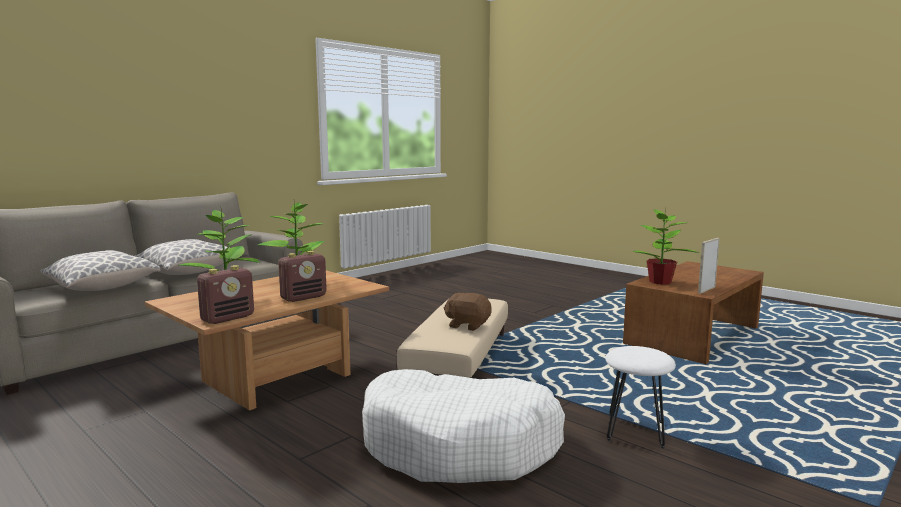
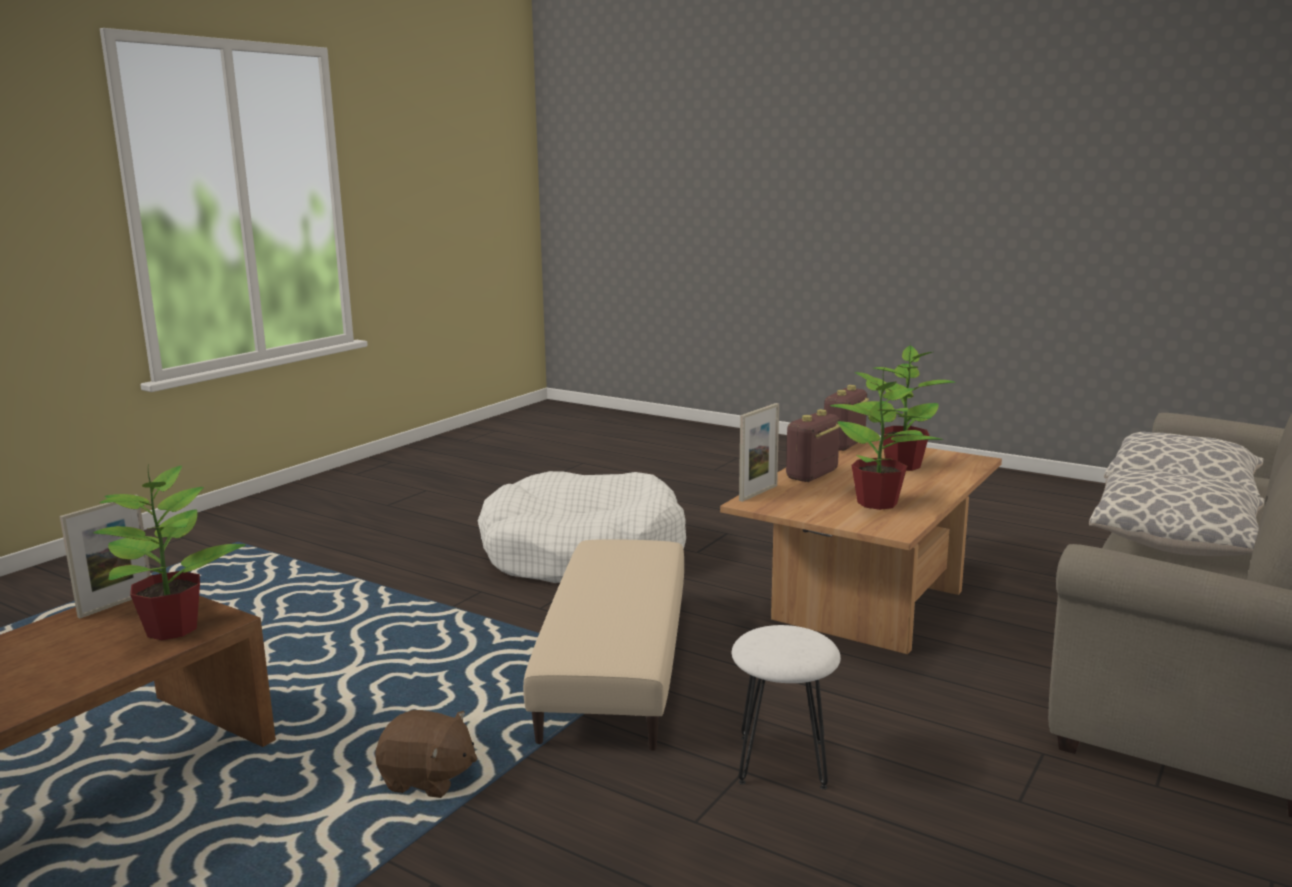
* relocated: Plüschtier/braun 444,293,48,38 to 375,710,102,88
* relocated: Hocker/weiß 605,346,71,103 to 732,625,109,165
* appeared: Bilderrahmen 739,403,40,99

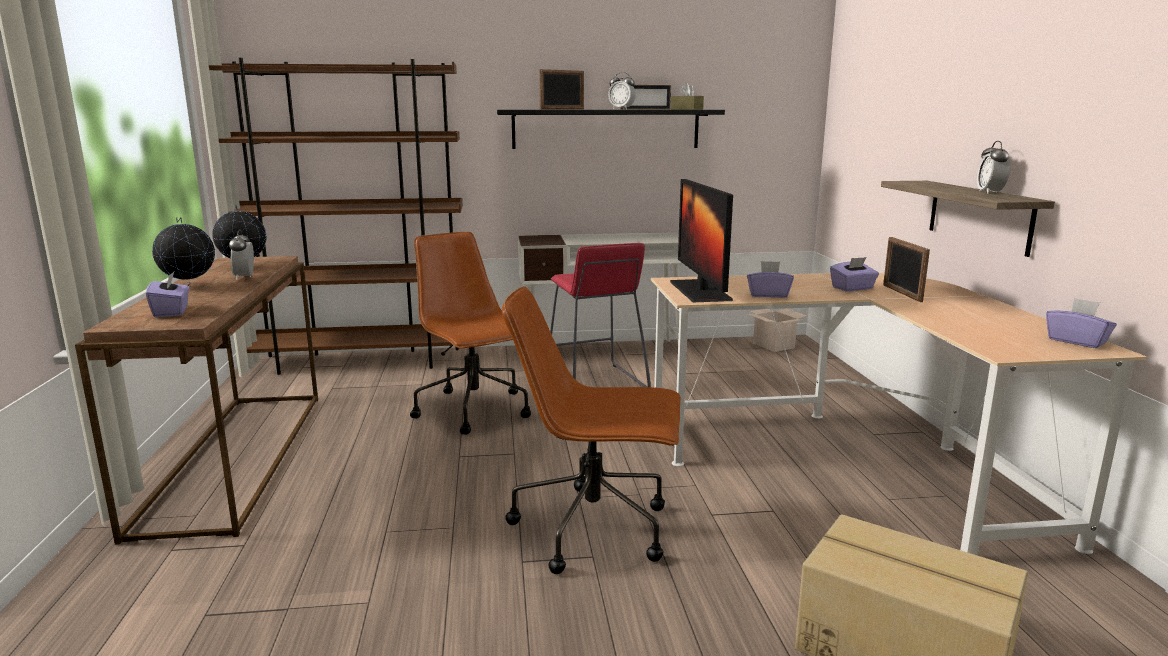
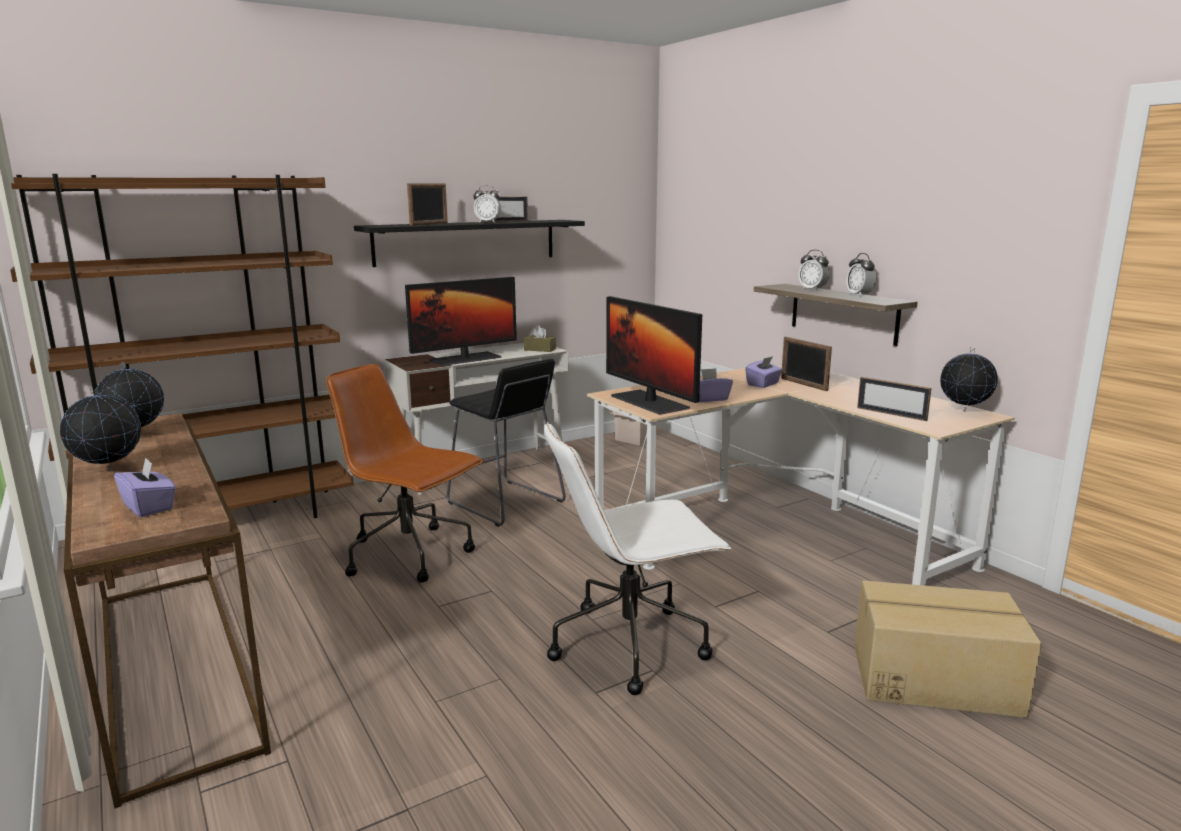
* relocated: Wecker 229,229,25,51 to 798,250,32,41
* colour: Bürostuhl/braun 502,286,179,288 to Bürostuhl/weiß 544,422,188,273
* colour: Hocker/rot 550,243,101,144 to Hocker/schwarz 447,359,119,168
* relocated: Taschentuchbox/braun 671,83,33,26 to 524,326,32,26
* exchanged: Taschentuchbox/lila 1046,298,71,50 to Globus 940,348,58,64
* appeared: Monitor 405,277,112,89
* appeared: Bilderrahmen 857,377,74,44

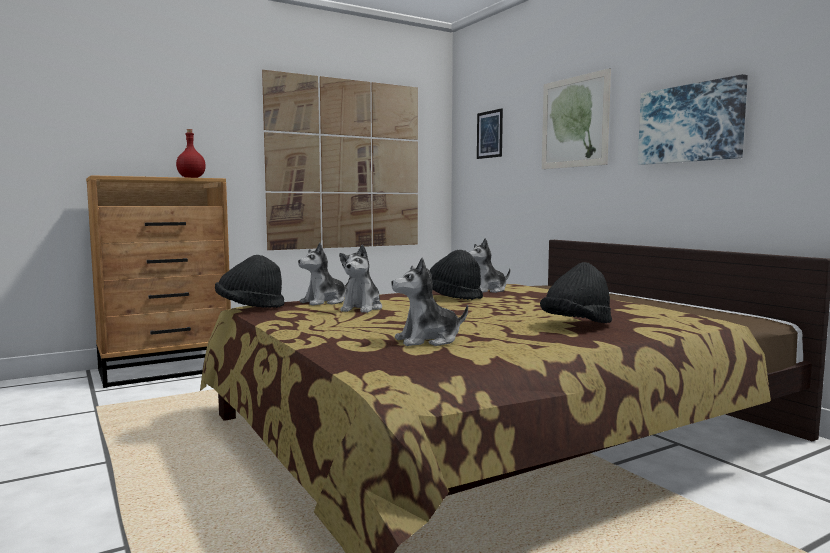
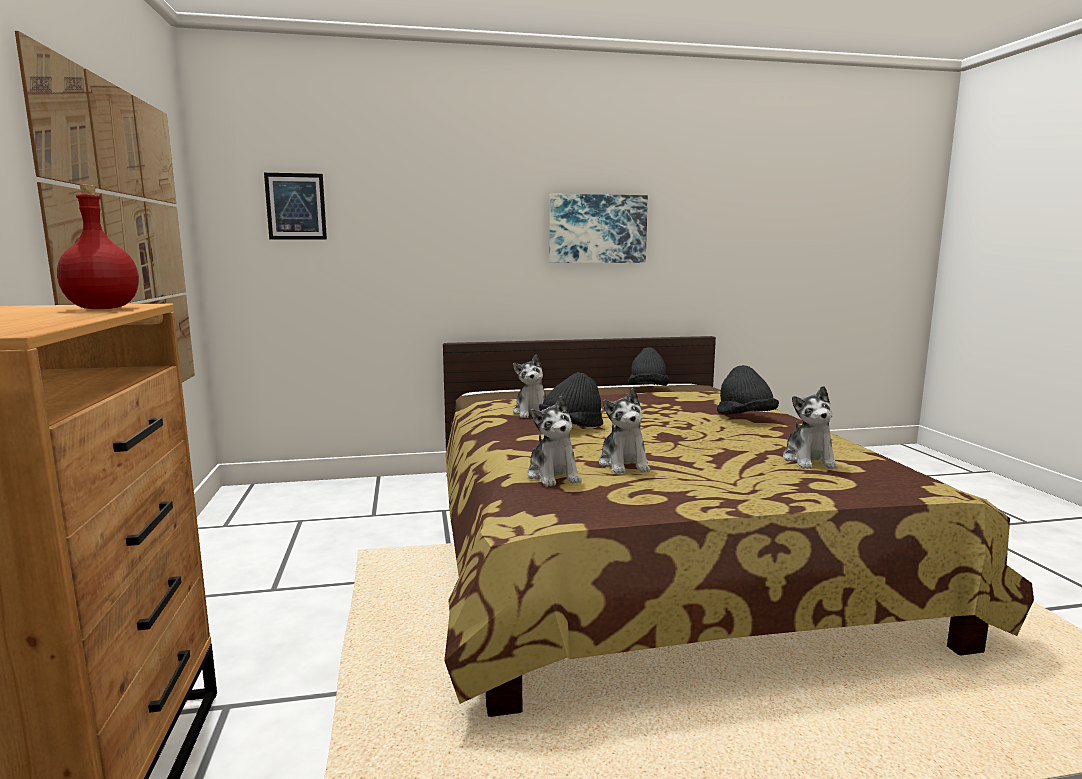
* relocated: Hut/schwarz 215,255,70,53 to 628,347,42,39
* spun: Plüschtier 339,245,43,68 = 599,388,51,86 45 degrees clockwise
* missing: Bild 542,68,69,101

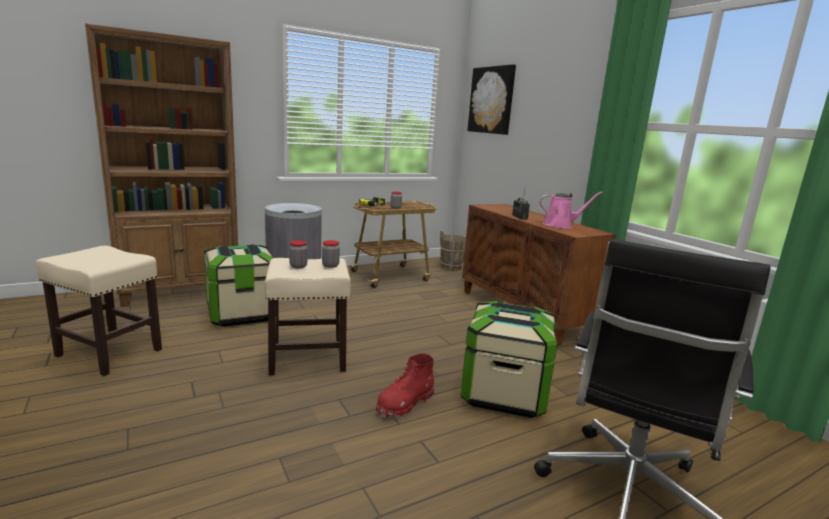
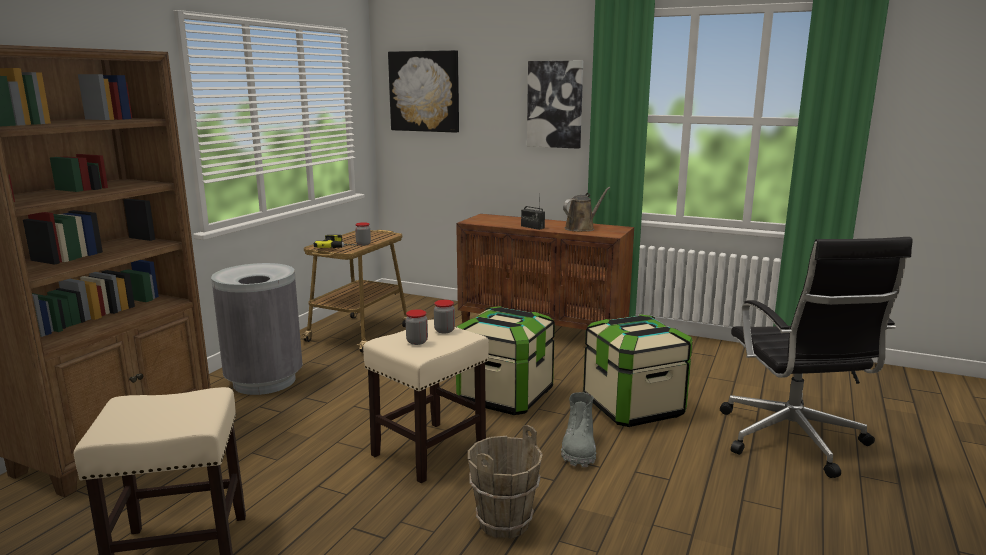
* relocated: Aufbewahrungsbox 204,244,69,83 to 456,306,99,109
* colour: Stiefel/rot 376,353,59,65 to Stiefel/grau 561,392,35,75
* relocated: Eimer/braun 440,231,26,39 to 468,425,75,114
* colour: Gießkanne/rosa 539,192,64,37 to Gießkanne/braun 563,187,47,45
* appeared: Bild 527,61,56,88

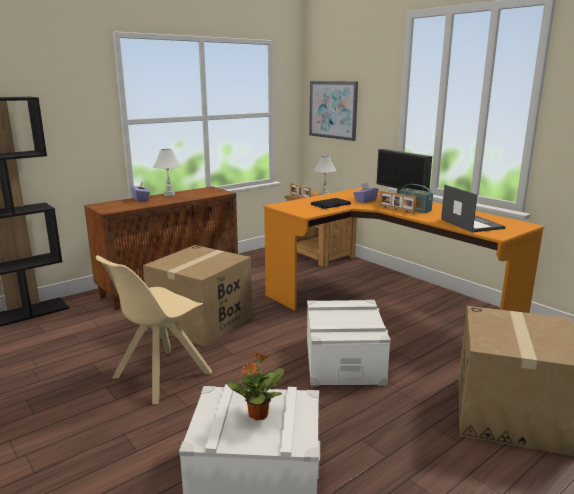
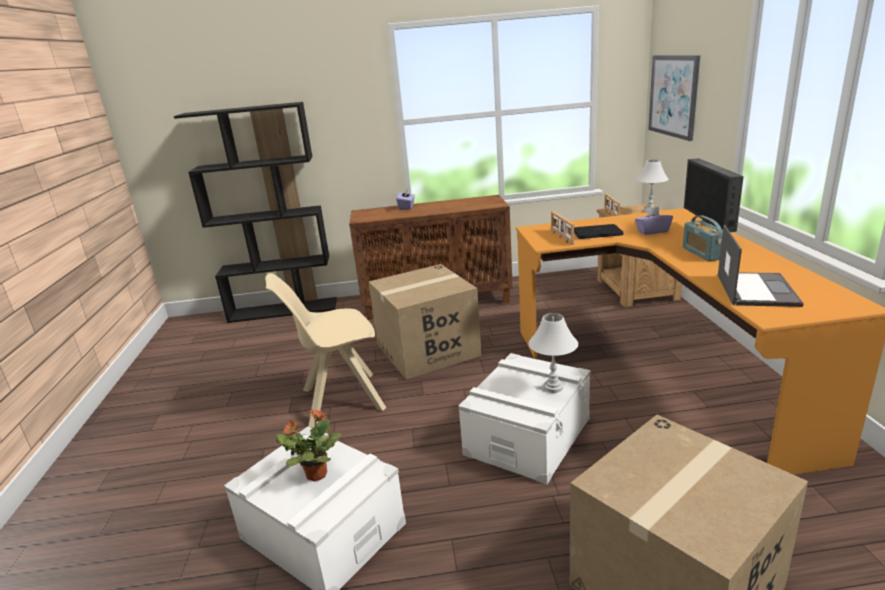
* relocated: Tischlampe/weiß 153,149,28,47 to 529,313,49,80
* relocated: Bilderrahmen 379,191,37,23 to 551,211,23,34

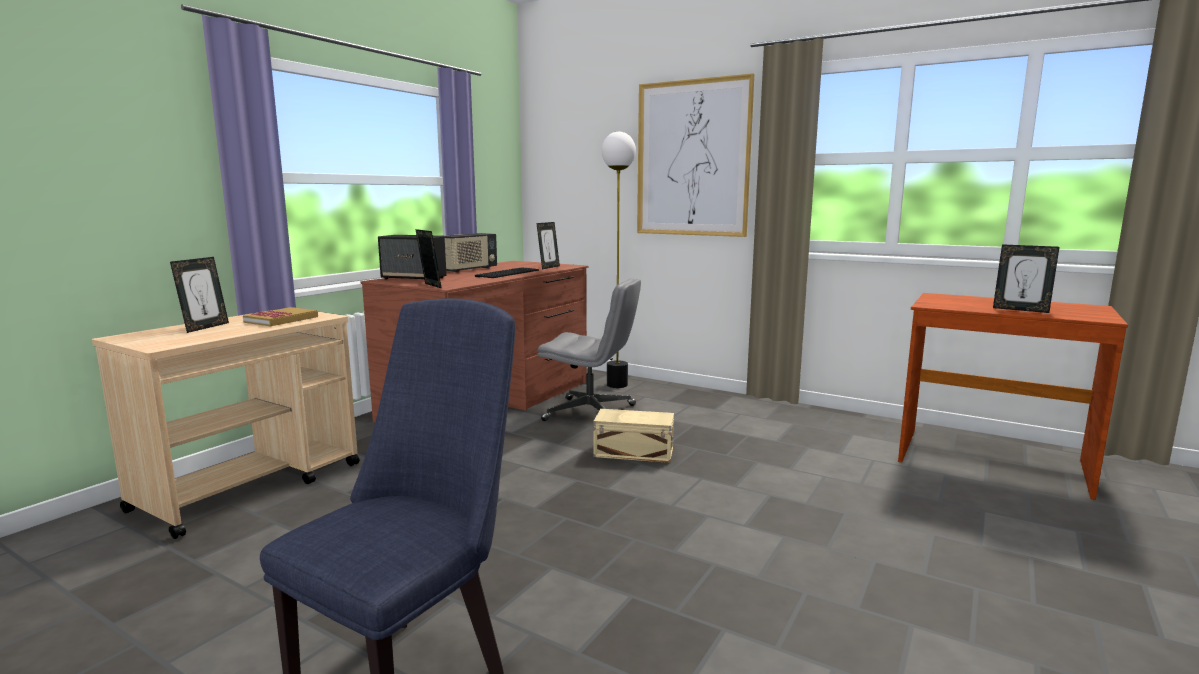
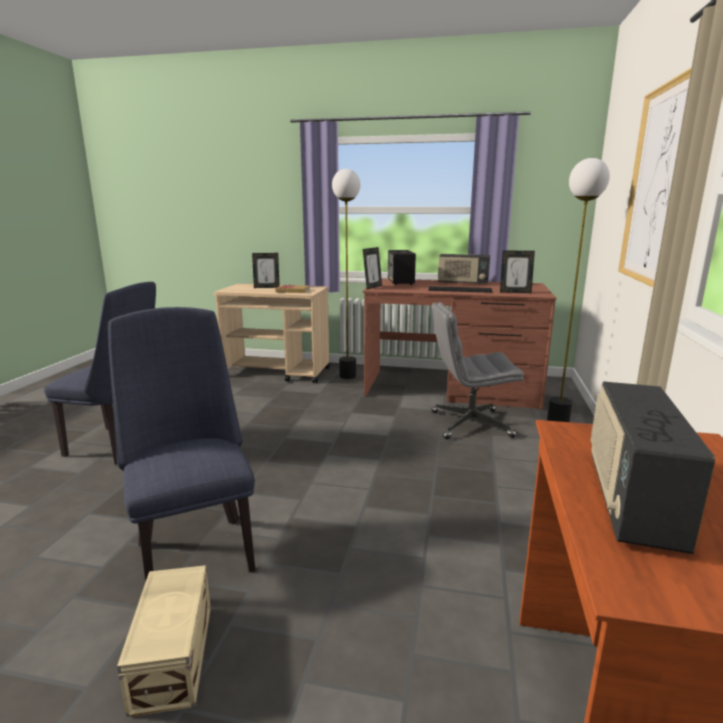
* spun: Bürostuhl/grau 537,278,104,143 = 432,302,92,137 90 degrees clockwise
* relocated: Aufbewahrungsbox/beige 594,409,80,54 to 117,565,94,152
* exchanged: Bilderrahmen 993,244,66,69 to Radio 590,381,125,173
* appeared: Stuhl/blau 108,307,147,275
* appeared: Stehlampe 332,169,28,210

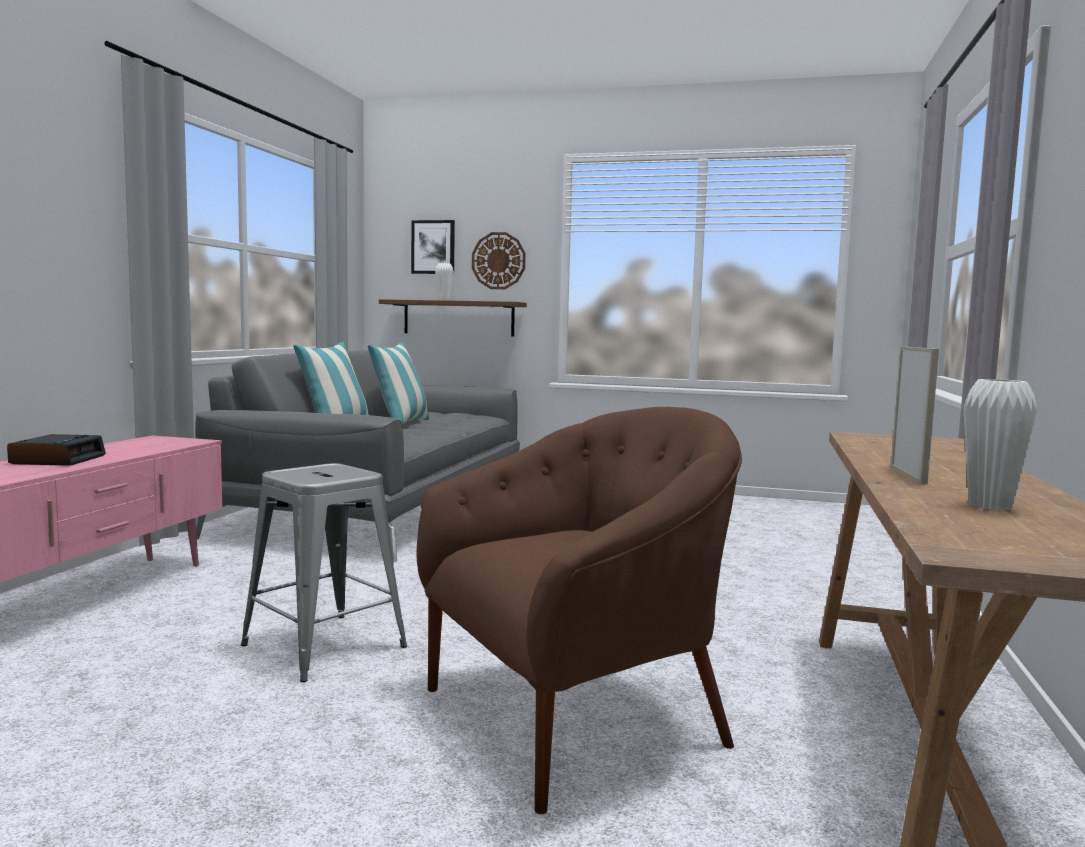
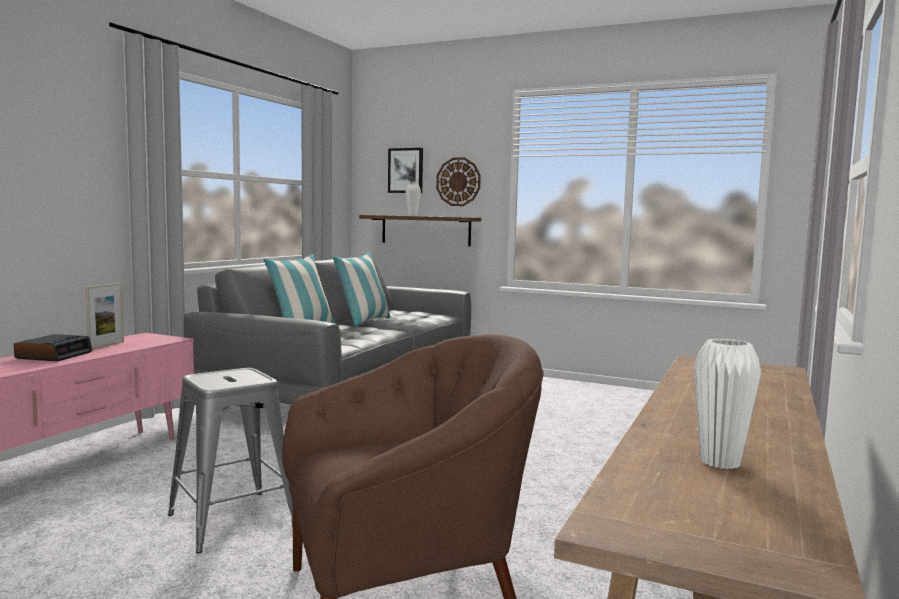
* relocated: Bilderrahmen 891,347,48,138 to 85,283,39,66

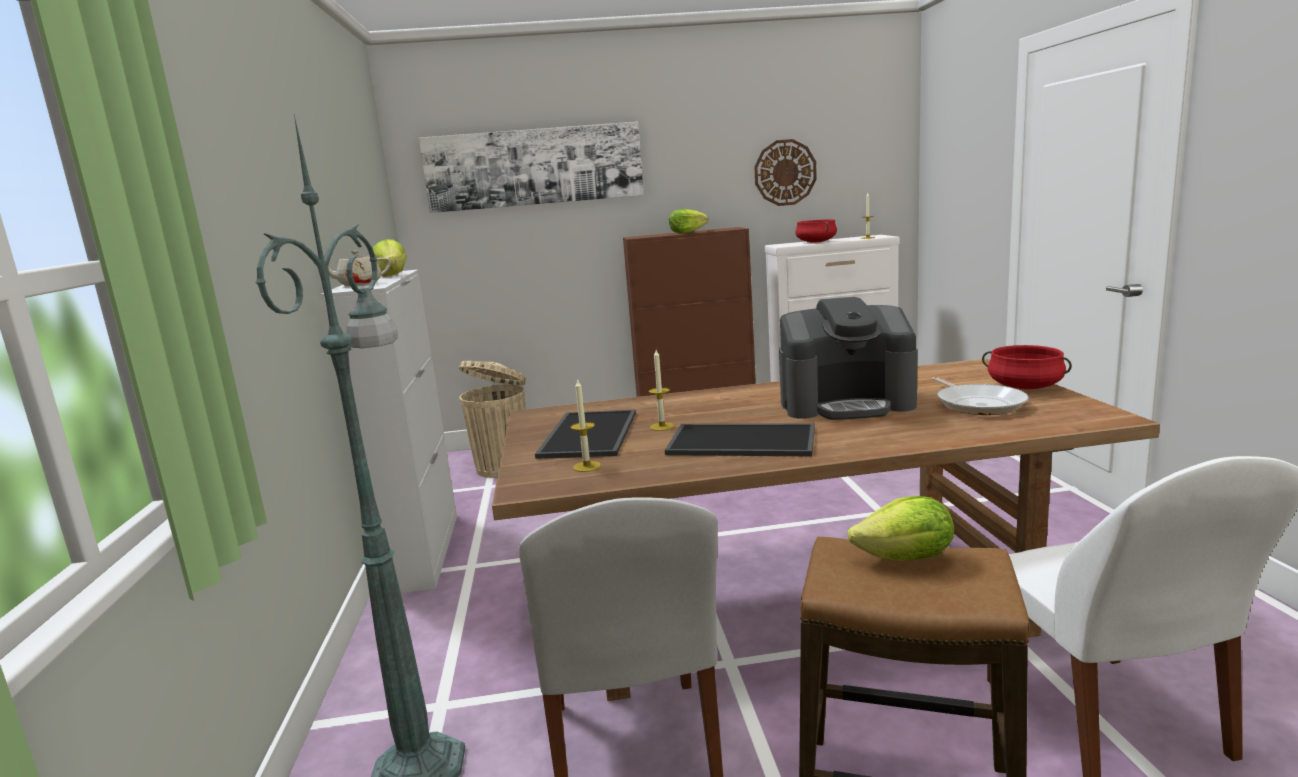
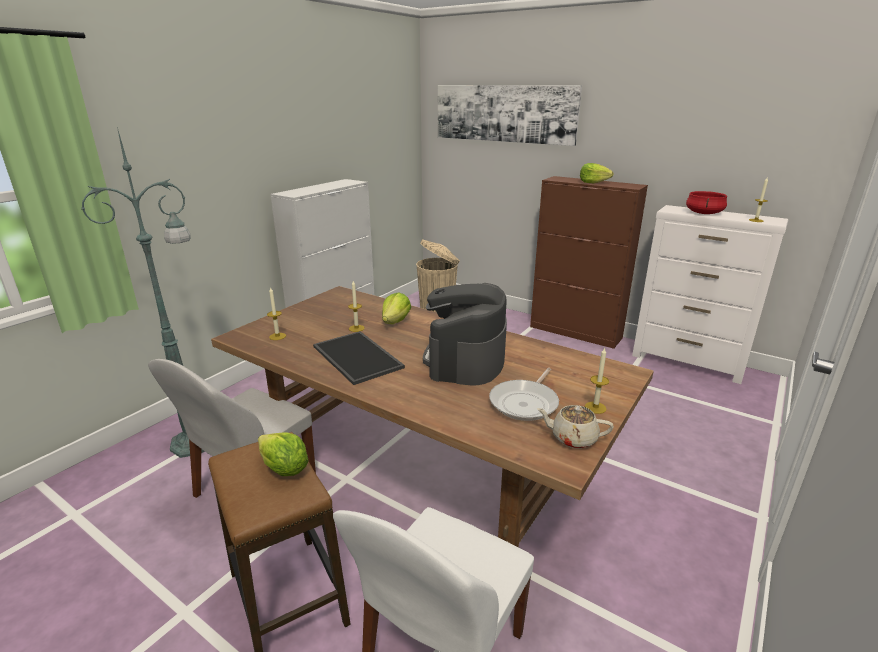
* relocated: Teekanne/beige 328,250,63,36 to 537,405,77,43
* relocated: Salatkopf 373,239,34,38 to 382,292,29,32
* missing: Tablett 535,409,101,50
* missing: Wanduhr 754,139,63,67
* spun: Kaffeemaschine 779,297,139,123 = 423,283,84,103 60 degrees clockwise
* exchanged: Kochtopf/rot 982,345,90,44 to Kerze 585,347,24,67

